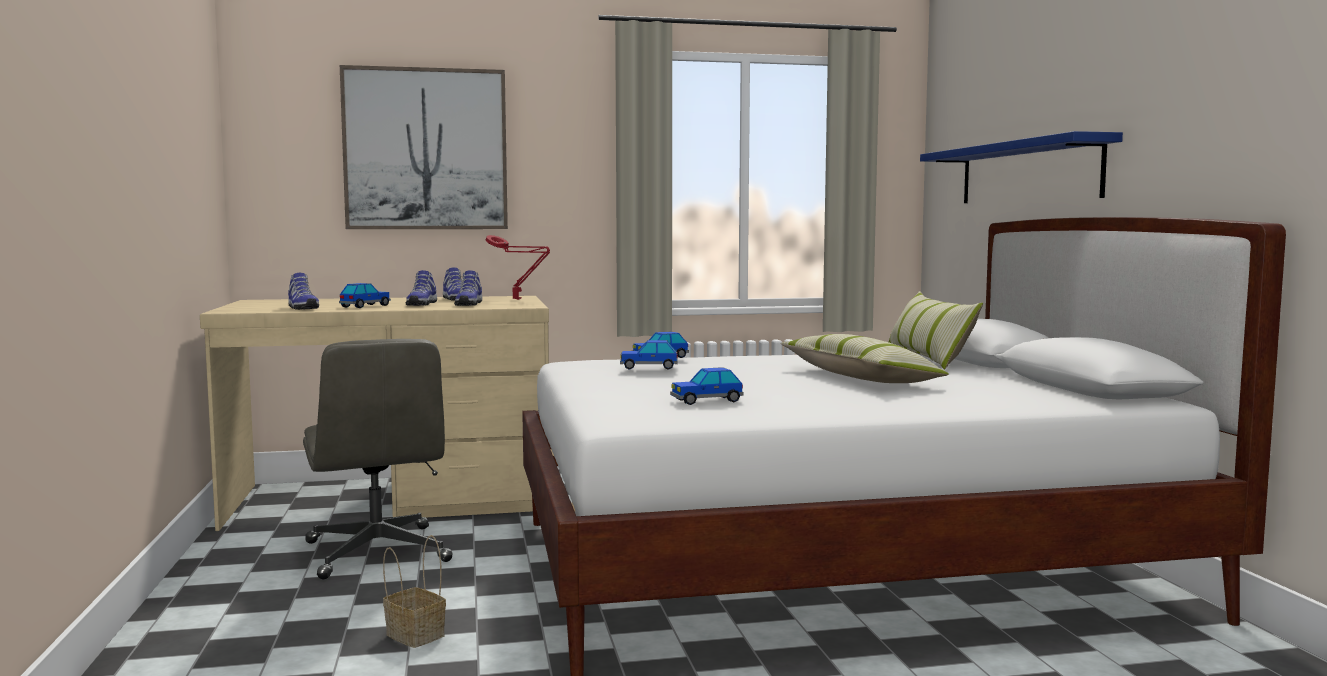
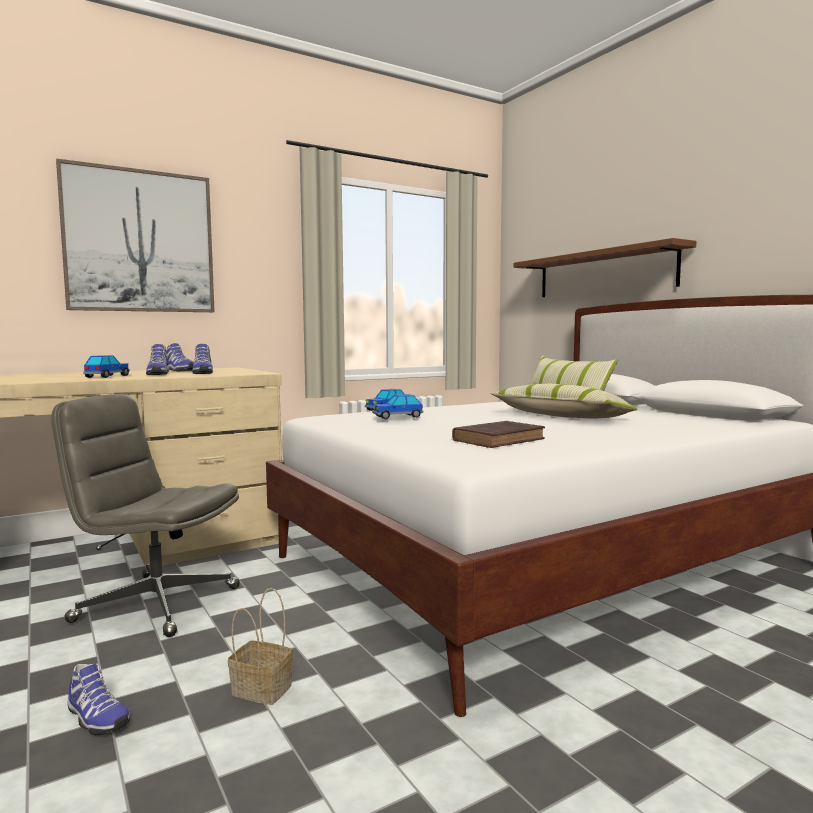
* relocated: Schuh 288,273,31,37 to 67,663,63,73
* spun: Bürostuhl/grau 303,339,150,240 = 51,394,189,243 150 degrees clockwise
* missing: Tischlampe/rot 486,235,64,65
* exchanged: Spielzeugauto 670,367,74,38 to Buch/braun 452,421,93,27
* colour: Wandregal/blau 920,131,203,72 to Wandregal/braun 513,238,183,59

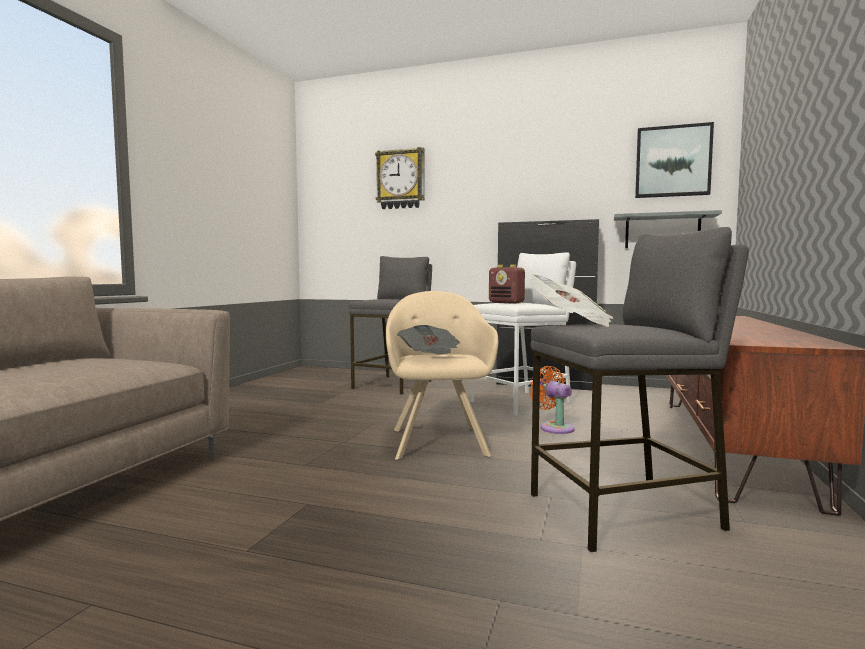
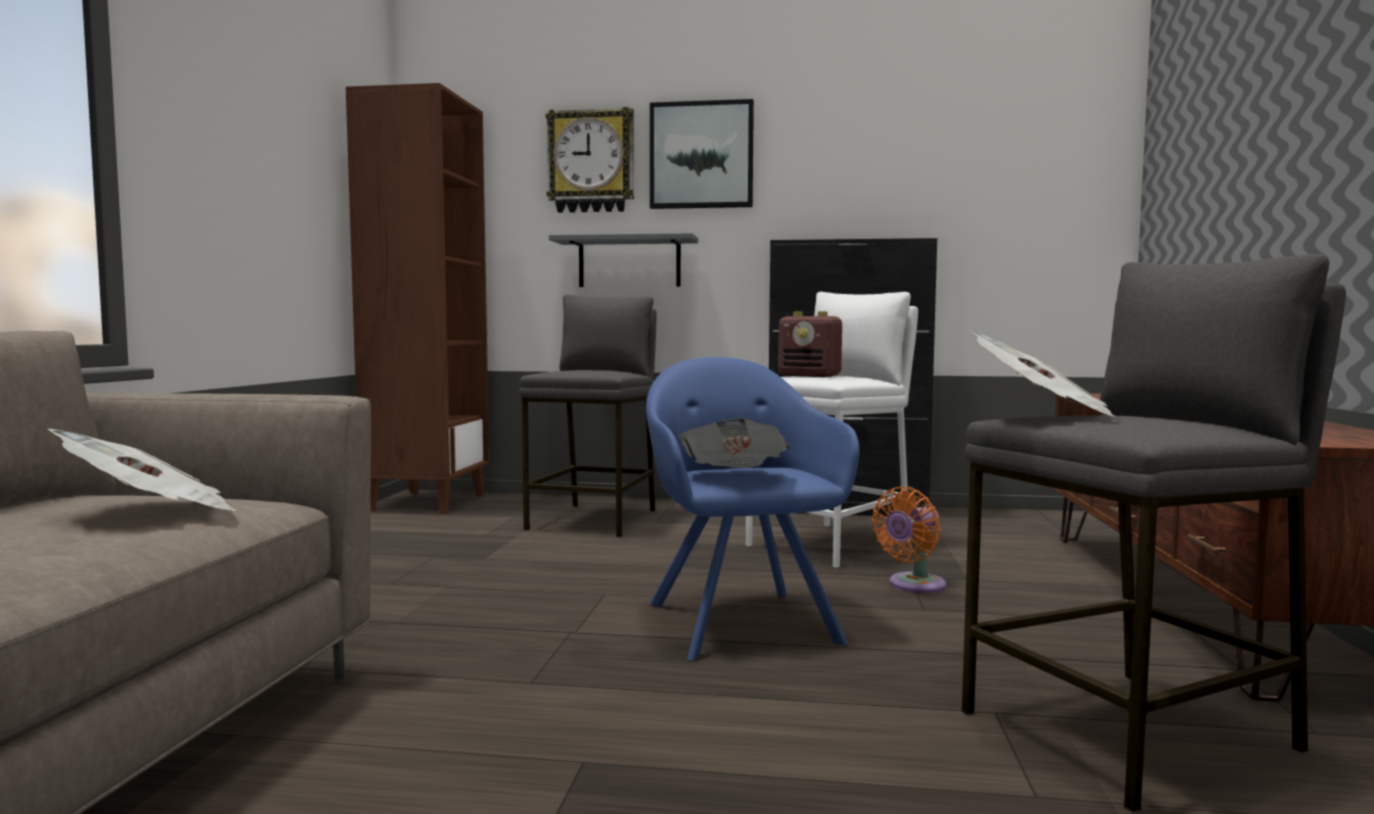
* colour: Sessel/beige 386,291,112,169 to Sessel/blau 646,357,214,305
* spun: Ventilator/orange 529,366,46,68 = 872,486,74,107 90 degrees counterclockwise
* relocated: Wandregal/grau 614,210,108,38 to 549,233,149,54
* relocated: Bild 635,122,79,76 to 650,99,104,110
* appeared: Zeitung 48,429,188,82
* appeared: Bücherregal/braun 346,83,143,431

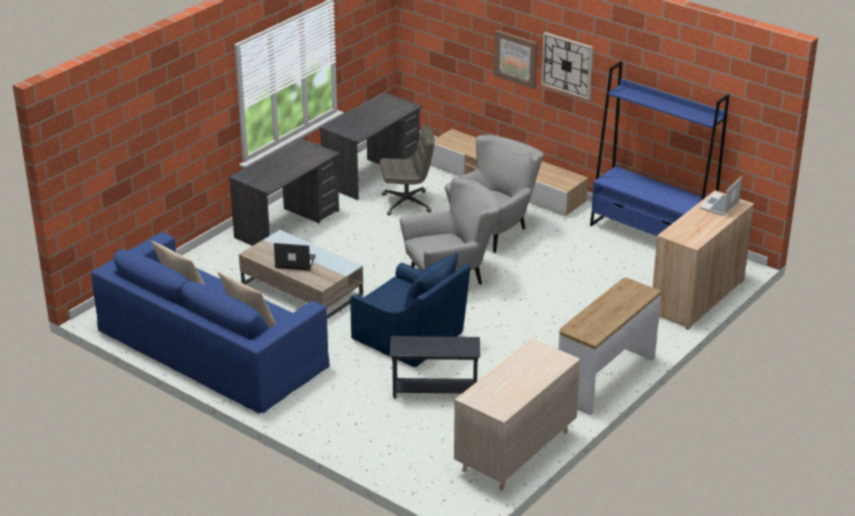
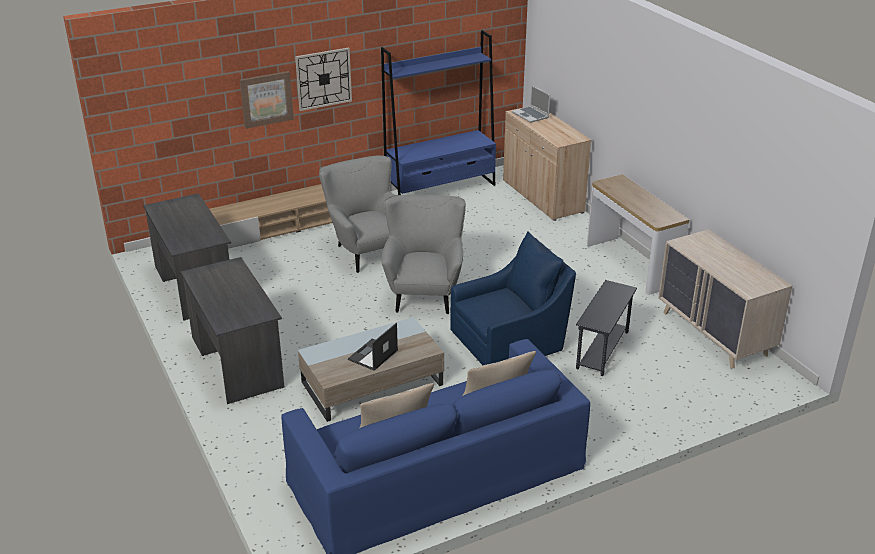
* missing: Bürostuhl/grau 379,126,55,89

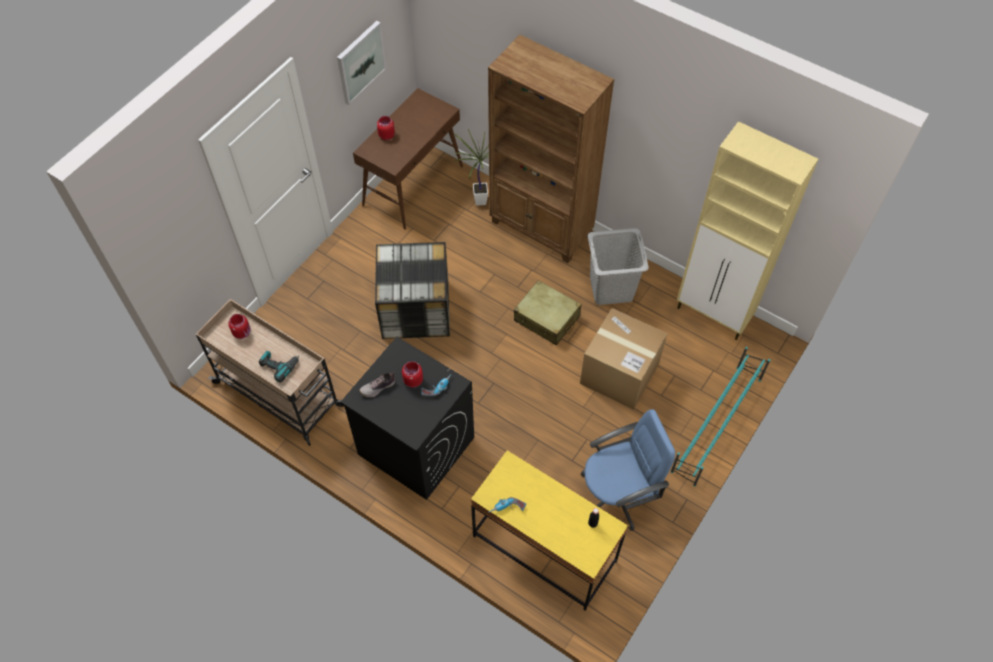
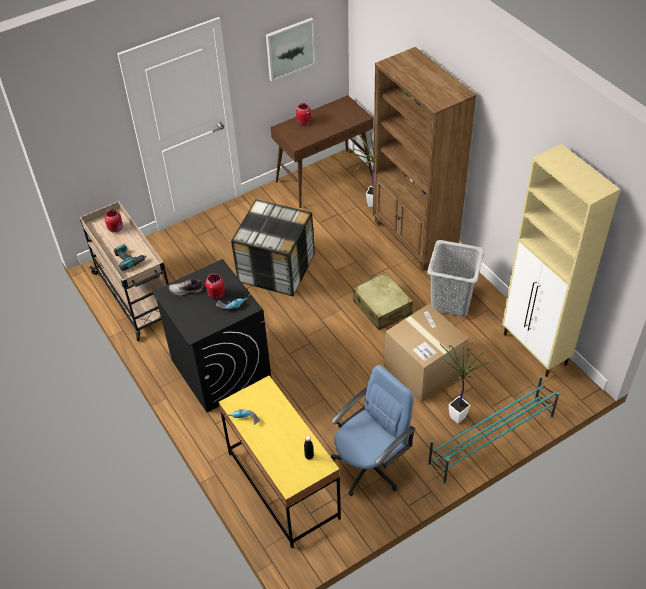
* spun: Bürostuhl/blau 581,409,94,122 = 331,365,85,131 45 degrees counterclockwise
* appeared: Topfpflanze 440,341,58,82

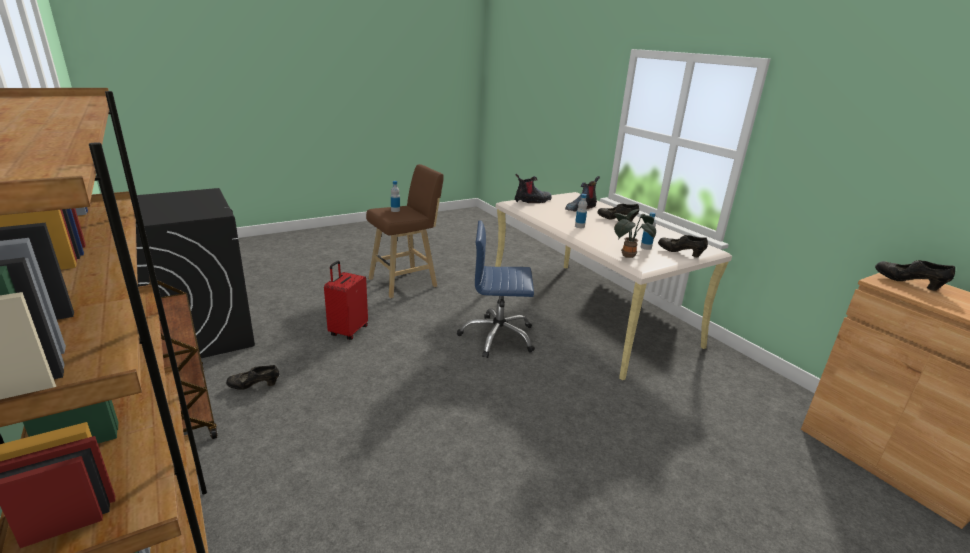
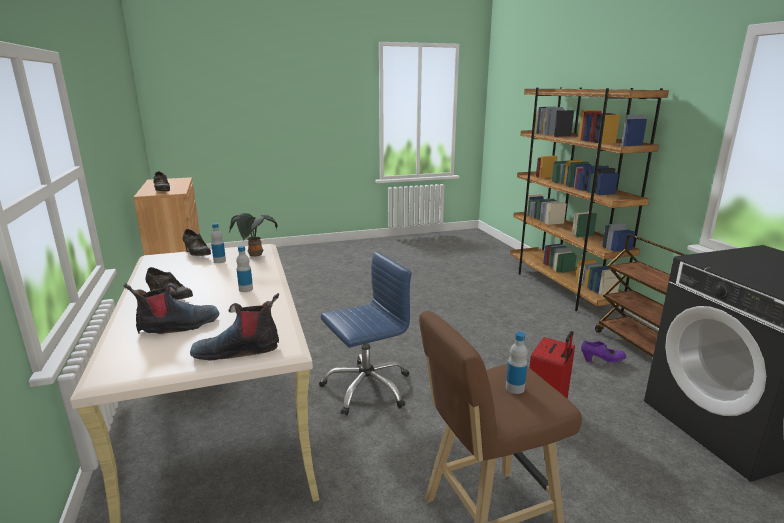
* colour: Schuh/schwarz 226,365,53,25 to Schuh/lila 581,341,45,22
* spun: Bürostuhl/blau 457,220,78,138 = 319,251,93,165 45 degrees counterclockwise

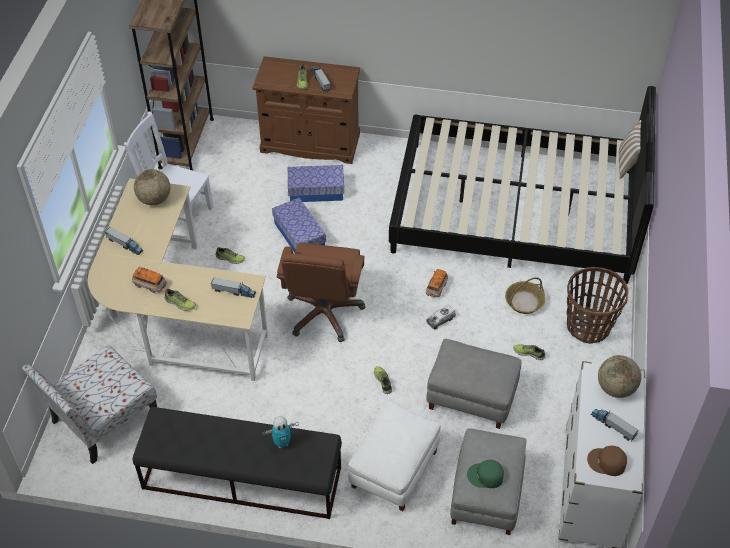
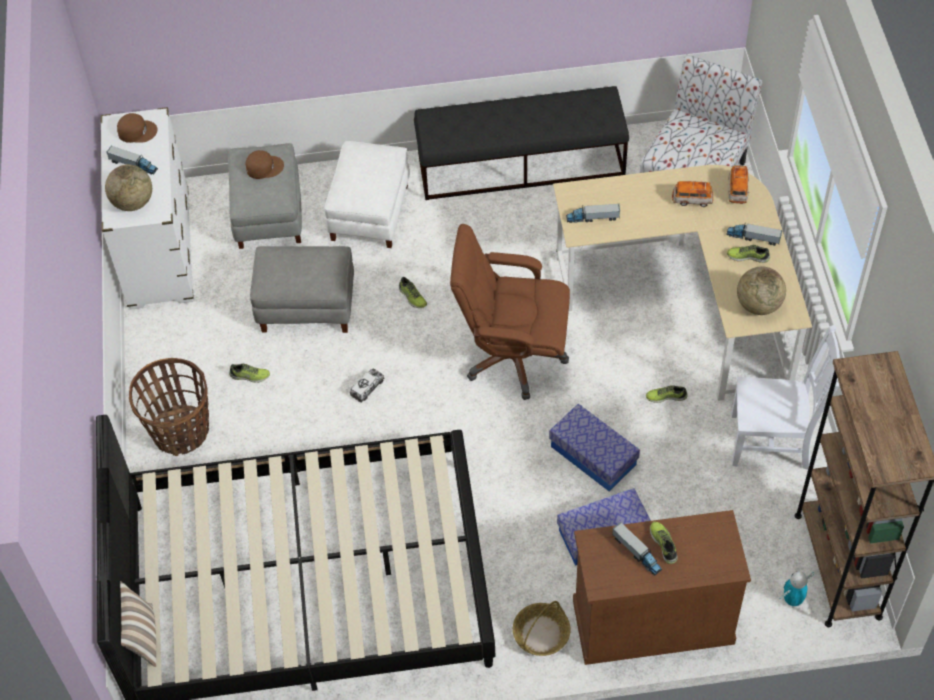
* relocated: Schuh 164,289,32,22 to 727,245,43,18
* relocated: Spielzeugroboter 262,416,37,32 to 780,571,34,36
* spun: Bürostuhl/braun 277,242,89,100 = 450,224,120,176 75 degrees counterclockwise
* relocated: Spielzeugauto 426,269,22,29 to 728,165,21,39
* colour: Kappe/grün 467,460,37,28 to Kappe/braun 246,150,38,29
* relocated: Korb 505,277,41,37 to 513,601,58,55

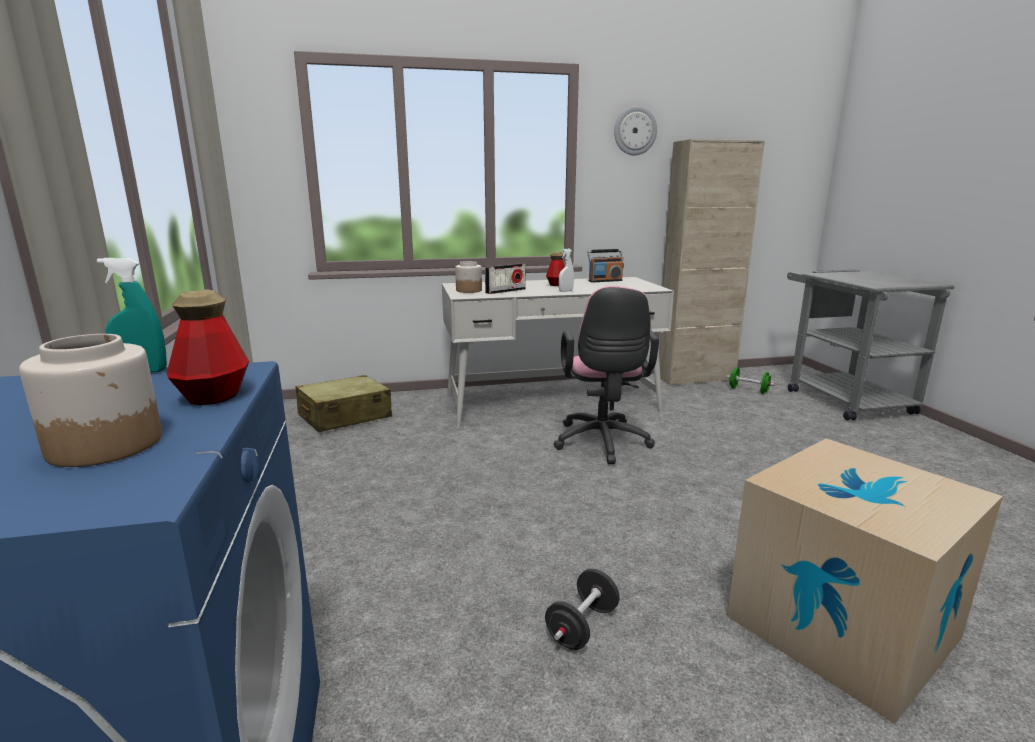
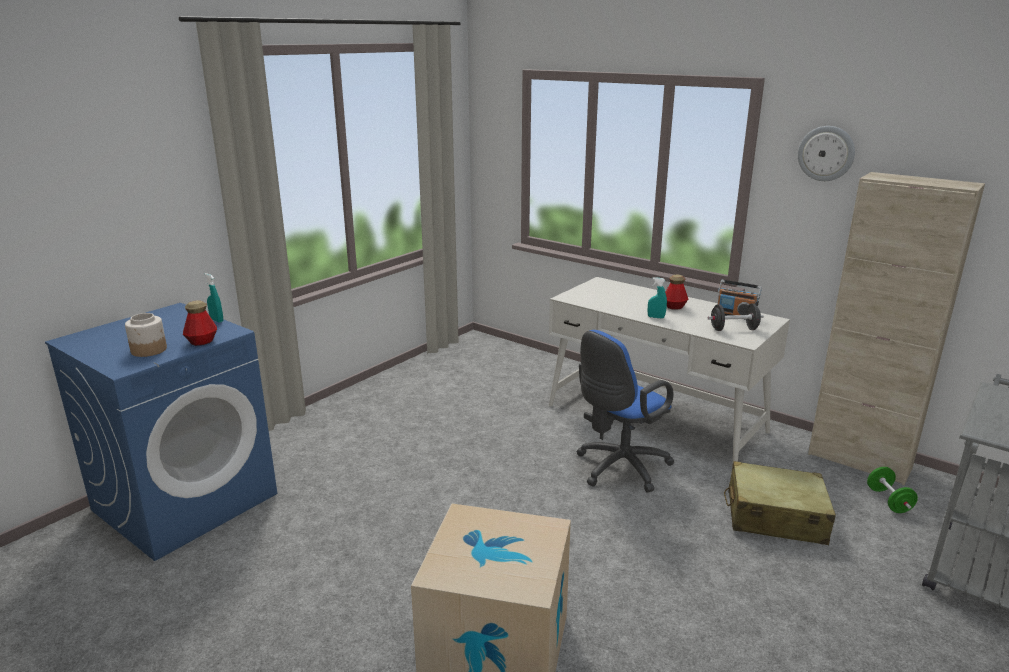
* relocated: Koffer/beige 295,375,97,57 to 724,461,112,84
* missing: Vorratsglas 455,261,27,32
* missing: Radio 485,264,41,30
* relocated: Hantel/schwarz 545,569,74,81 to 708,303,56,28
* colour: Bürostuhl/rosa 553,286,106,178 to Bürostuhl/blau 577,330,98,163
* colour: Sprühflasche/weiß 559,249,15,43 to Sprühflasche/türkis 648,277,19,41

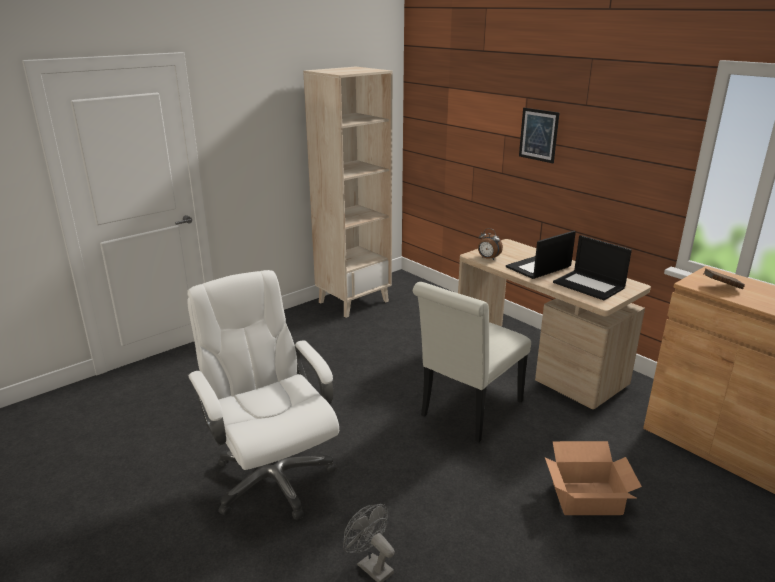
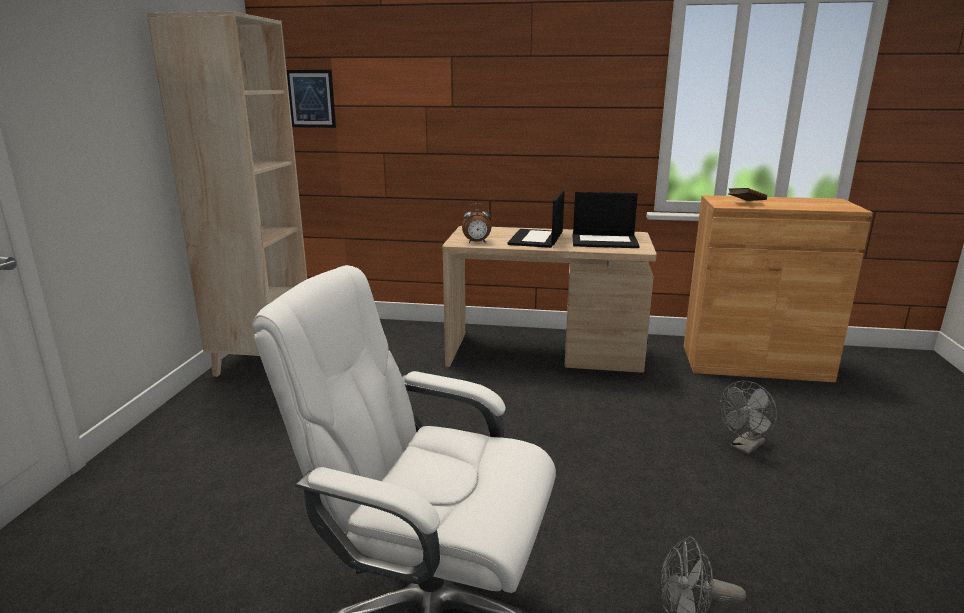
* missing: Stuhl/weiß 413,282,118,160
* relocated: Bild 519,108,40,55 to 287,70,49,58
* exchanged: Karton 545,441,97,74 to Ventilator/grau 719,381,58,73

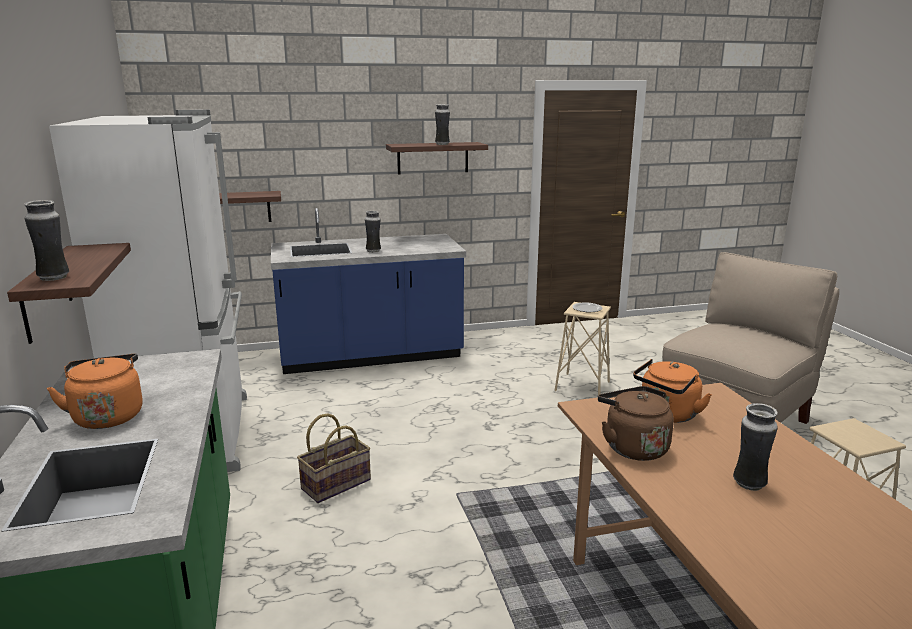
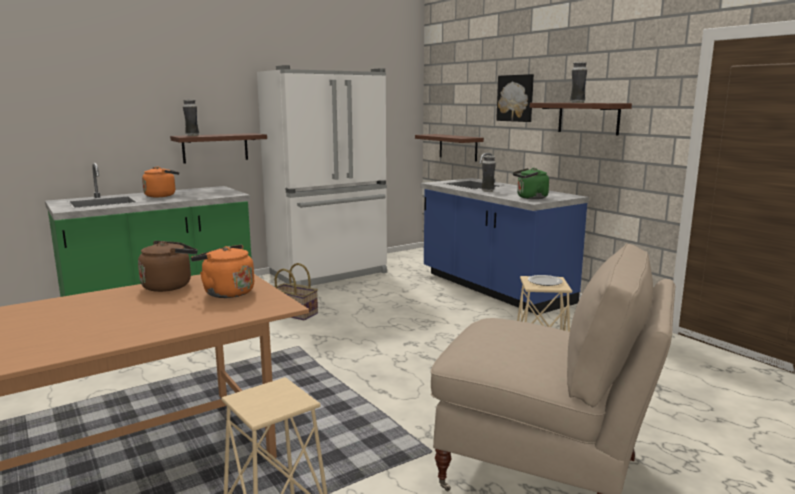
* missing: Vase 733,403,45,88
* appeared: Bild 496,74,38,48
* appeared: Wasserkessel/grün 513,168,36,31

